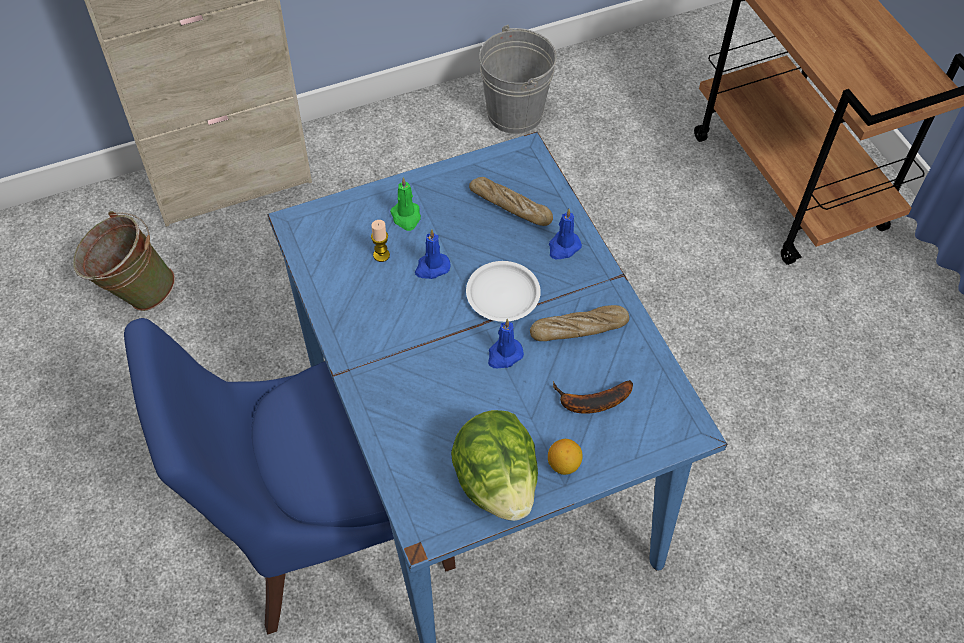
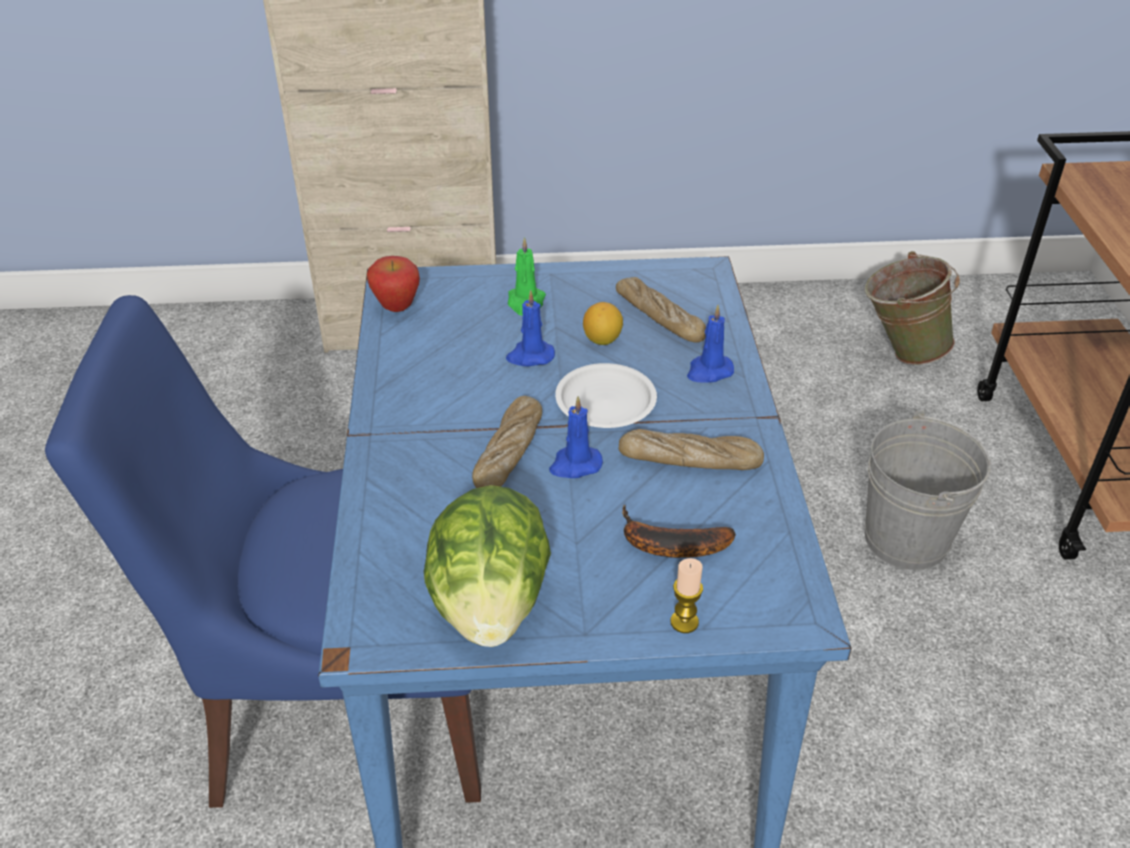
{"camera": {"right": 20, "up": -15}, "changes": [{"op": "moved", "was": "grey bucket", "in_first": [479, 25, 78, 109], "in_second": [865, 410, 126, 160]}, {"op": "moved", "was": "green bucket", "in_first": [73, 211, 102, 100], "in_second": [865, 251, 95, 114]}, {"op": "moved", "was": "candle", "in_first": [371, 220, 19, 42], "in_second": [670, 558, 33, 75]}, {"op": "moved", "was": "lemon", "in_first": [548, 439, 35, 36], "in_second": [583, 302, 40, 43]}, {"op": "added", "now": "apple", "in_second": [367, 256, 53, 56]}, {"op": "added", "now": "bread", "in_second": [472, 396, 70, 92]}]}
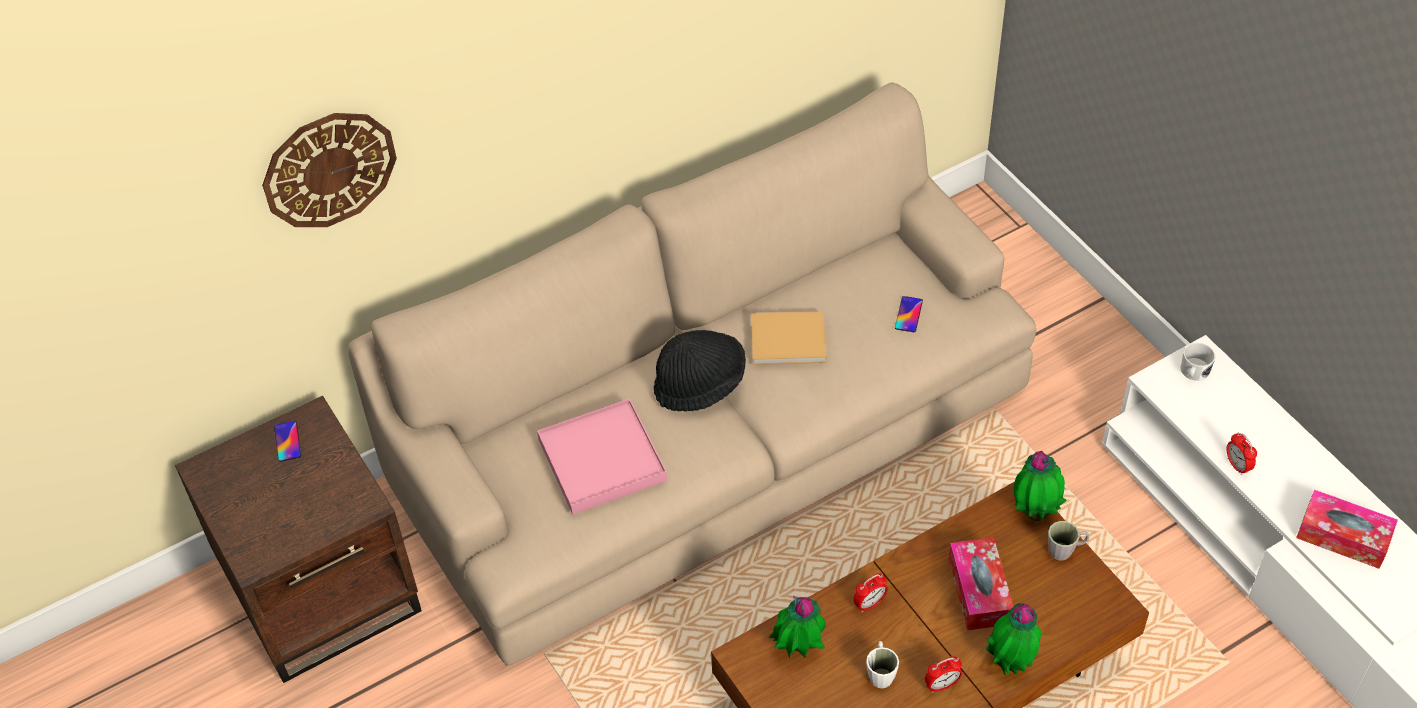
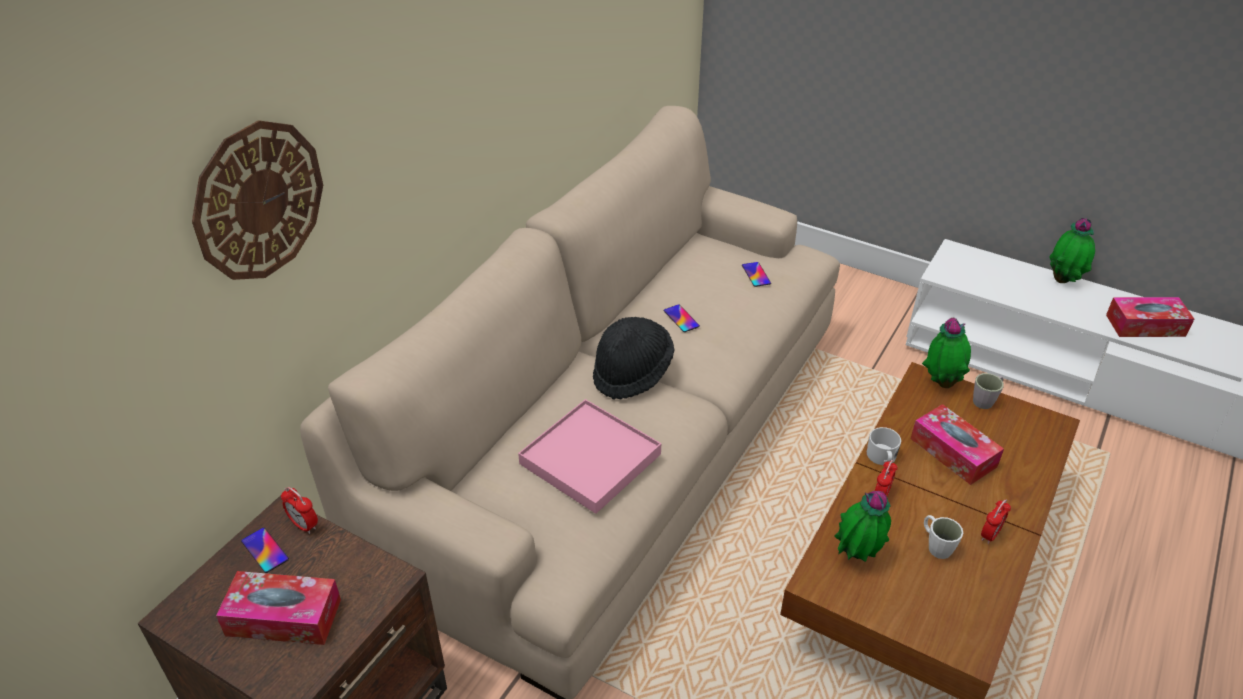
{"camera": {"right": -30, "up": -10}, "changes": [{"op": "replaced", "was": "beige book", "now": "phone", "in_first": [751, 311, 76, 54], "in_second": [664, 304, 36, 28]}, {"op": "moved", "was": "white mug", "in_first": [1180, 343, 35, 38], "in_second": [867, 427, 34, 38]}, {"op": "moved", "was": "alarm clock", "in_first": [1227, 433, 30, 42], "in_second": [281, 487, 37, 47]}, {"op": "moved", "was": "potted plant", "in_first": [986, 603, 55, 72], "in_second": [1049, 218, 46, 65]}, {"op": "added", "now": "tissue box", "in_second": [216, 571, 125, 74]}]}
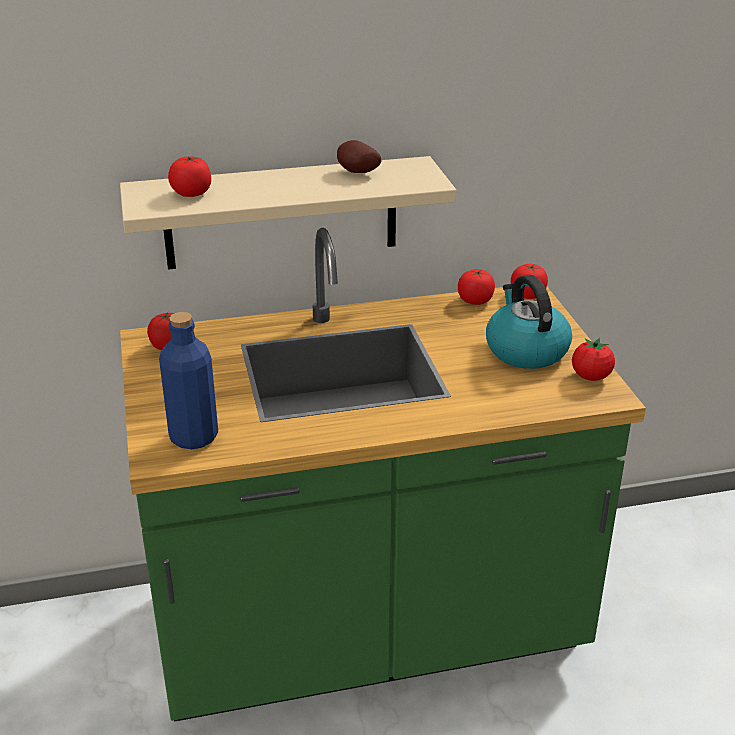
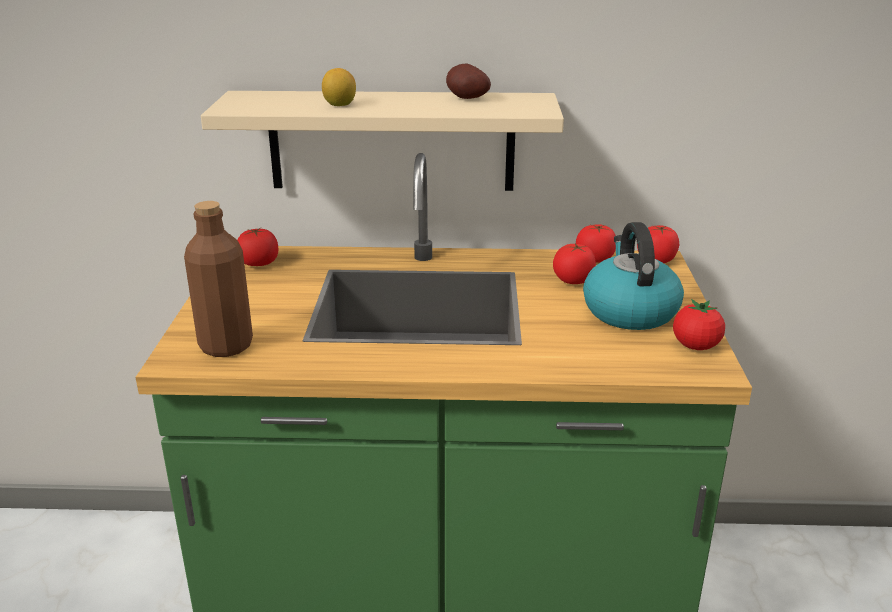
{"camera": {"right": 15, "up": -5}, "changes": [{"op": "moved", "was": "tomato", "in_first": [168, 156, 43, 41], "in_second": [553, 244, 43, 40]}, {"op": "recoloured", "was": "blue bottle", "now": "brown bottle", "in_first": [159, 312, 59, 137], "in_second": [184, 201, 69, 156]}, {"op": "added", "now": "lemon", "in_second": [322, 68, 34, 38]}]}
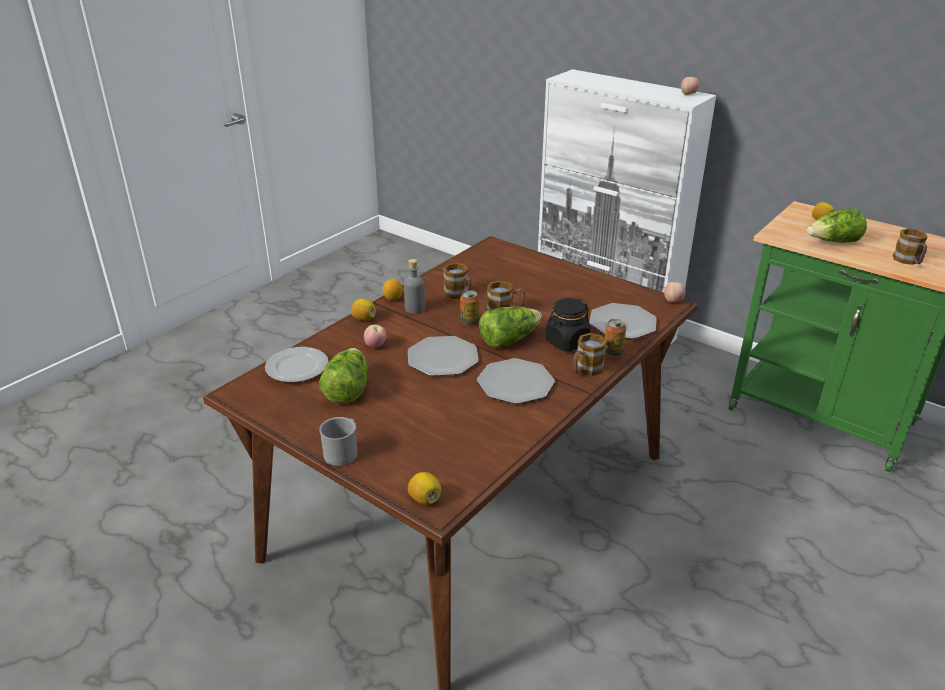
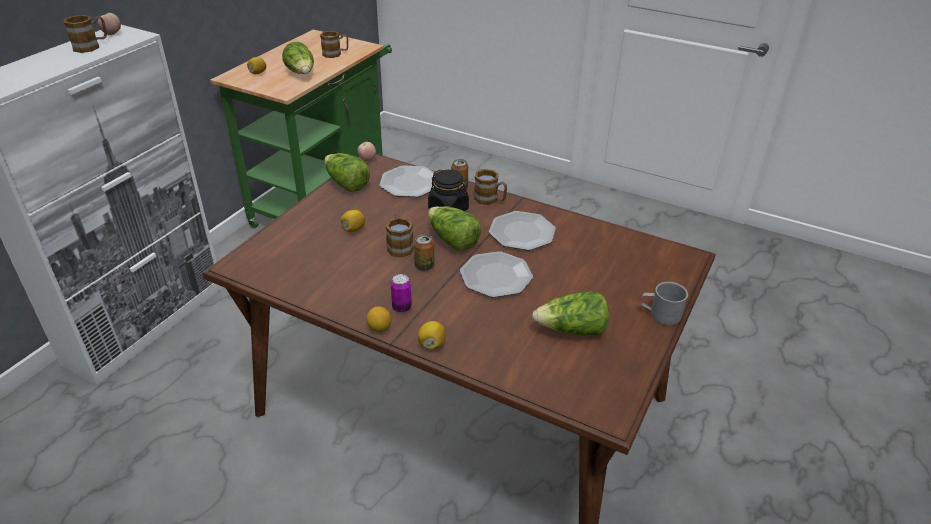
{"camera": {"right": -100, "up": 5}, "changes": [{"op": "replaced", "was": "grey bottle", "now": "can", "in_first": [404, 259, 21, 55], "in_second": [391, 274, 21, 39]}, {"op": "moved", "was": "mug", "in_first": [443, 263, 28, 36], "in_second": [64, 15, 43, 38]}, {"op": "removed", "was": "apple", "in_first": [364, 324, 23, 24]}, {"op": "removed", "was": "plate", "in_first": [265, 347, 64, 35]}, {"op": "moved", "was": "lemon", "in_first": [408, 472, 33, 33], "in_second": [341, 210, 24, 22]}, {"op": "added", "now": "lettuce", "in_second": [325, 153, 45, 39]}]}
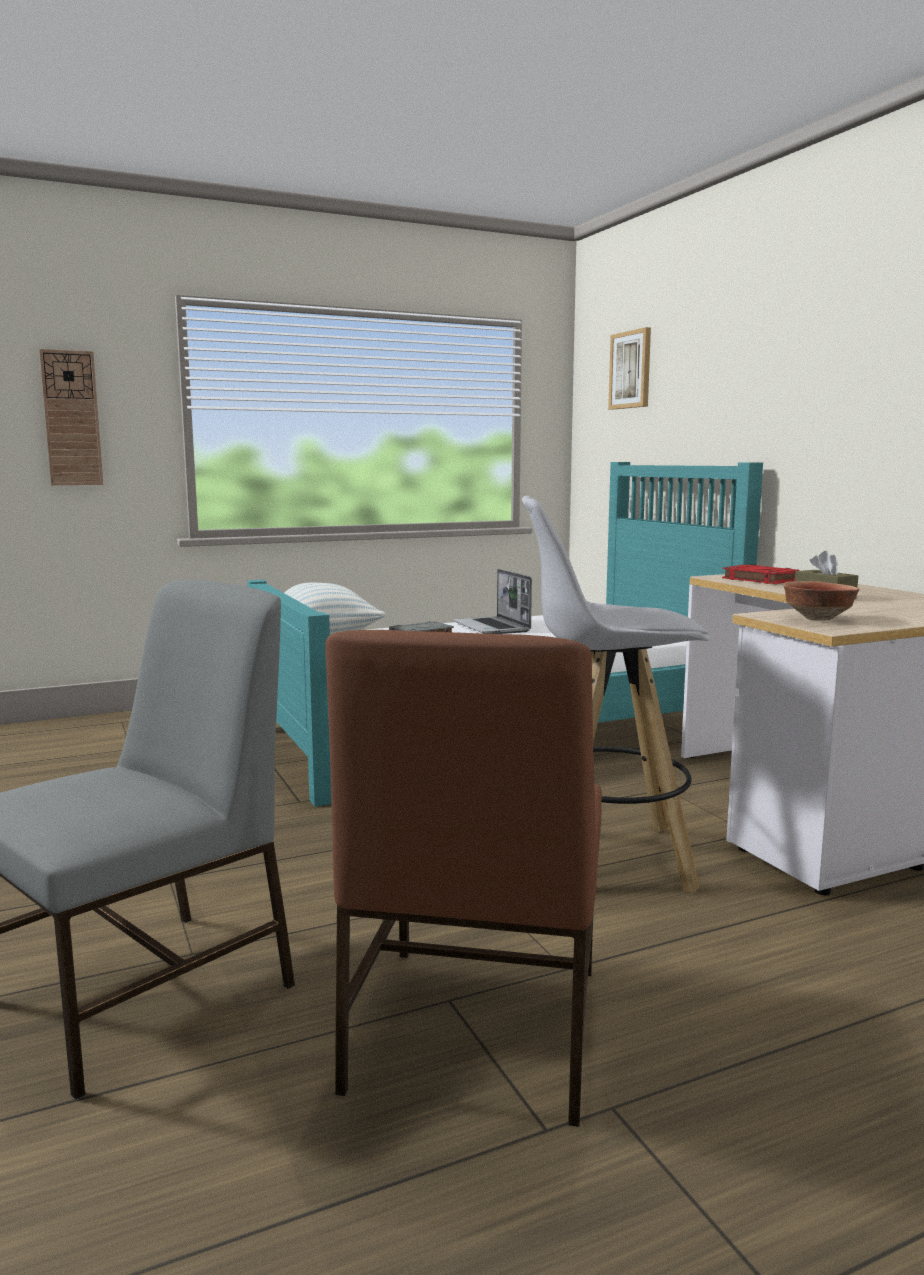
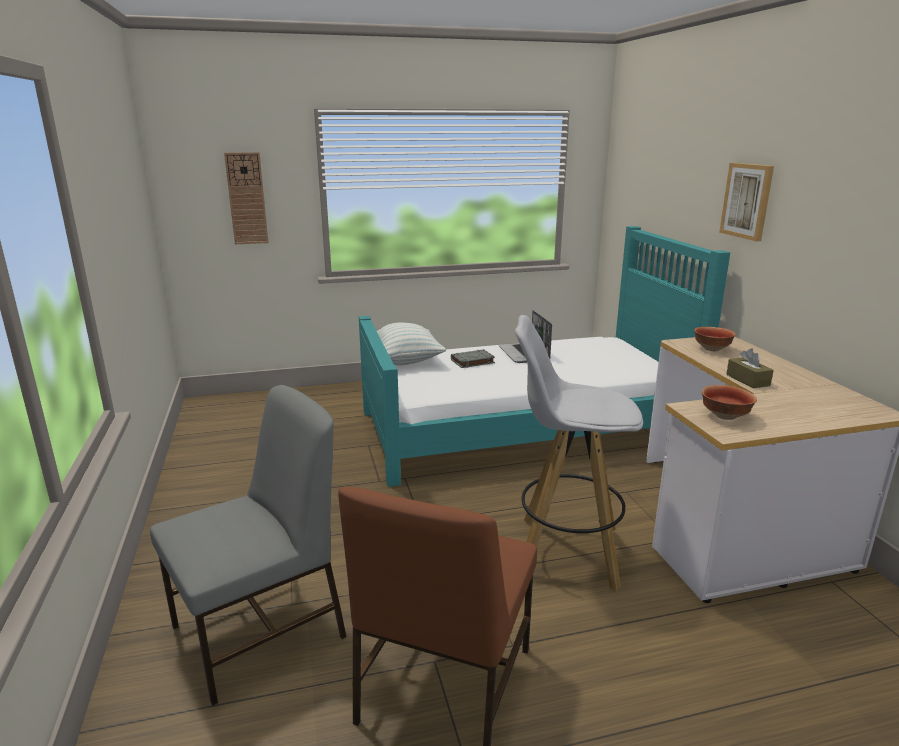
{"camera": {"right": 10, "up": 10}, "changes": [{"op": "moved", "was": "picture", "in_first": [608, 327, 43, 83], "in_second": [719, 163, 55, 78]}, {"op": "replaced", "was": "red book", "now": "bowl", "in_first": [722, 564, 78, 20], "in_second": [694, 327, 41, 24]}]}
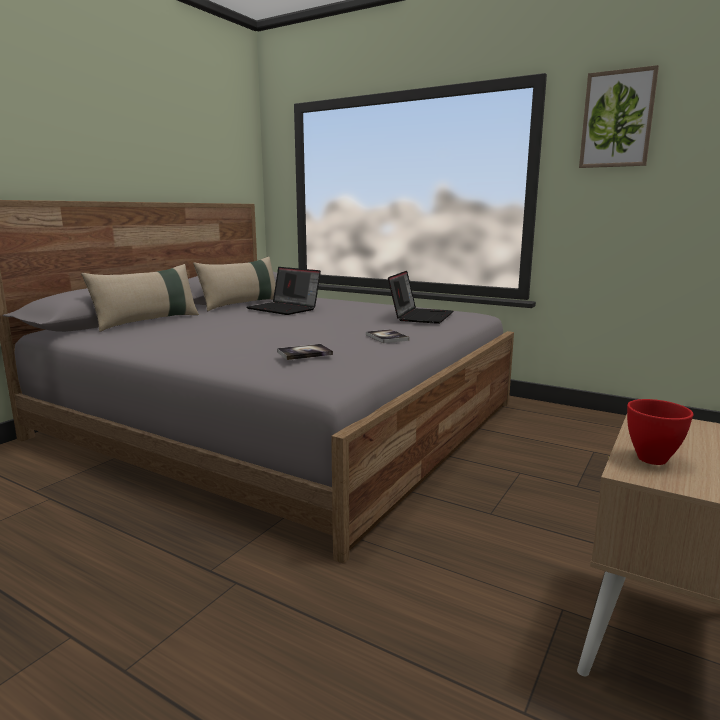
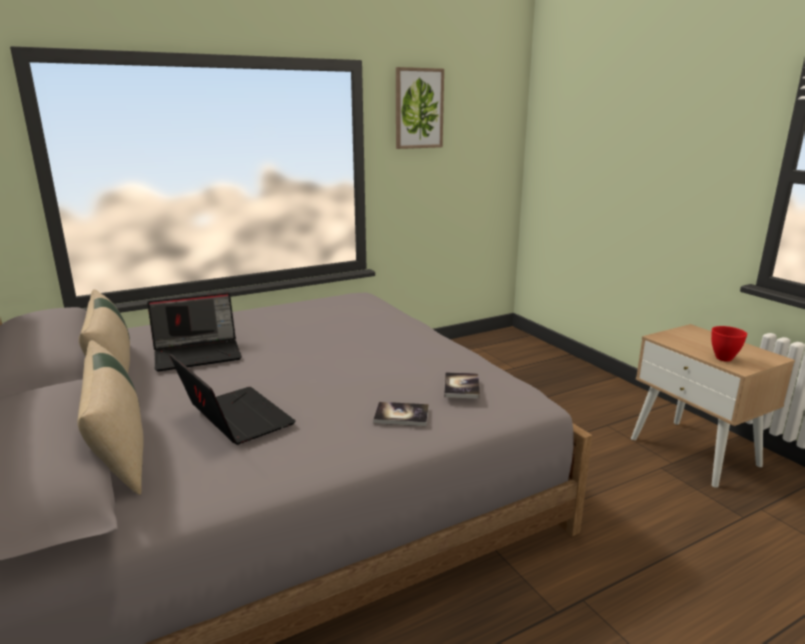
{"camera": {"right": -60, "up": 5}, "changes": [{"op": "moved", "was": "laptop", "in_first": [388, 271, 65, 53], "in_second": [169, 354, 127, 91]}, {"op": "moved", "was": "book", "in_first": [366, 329, 43, 14], "in_second": [373, 402, 56, 24]}]}
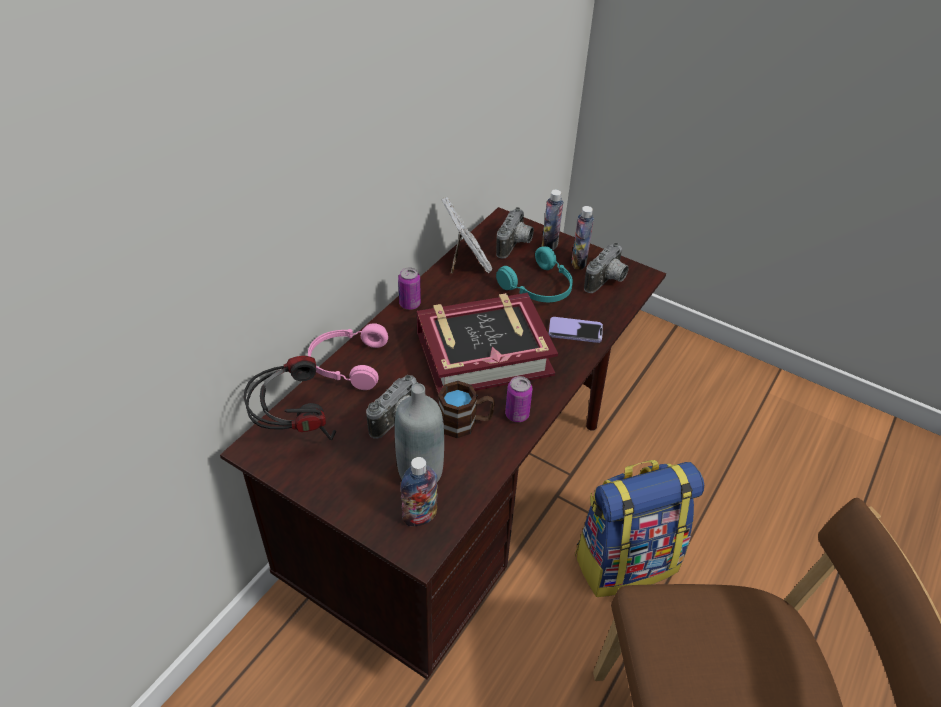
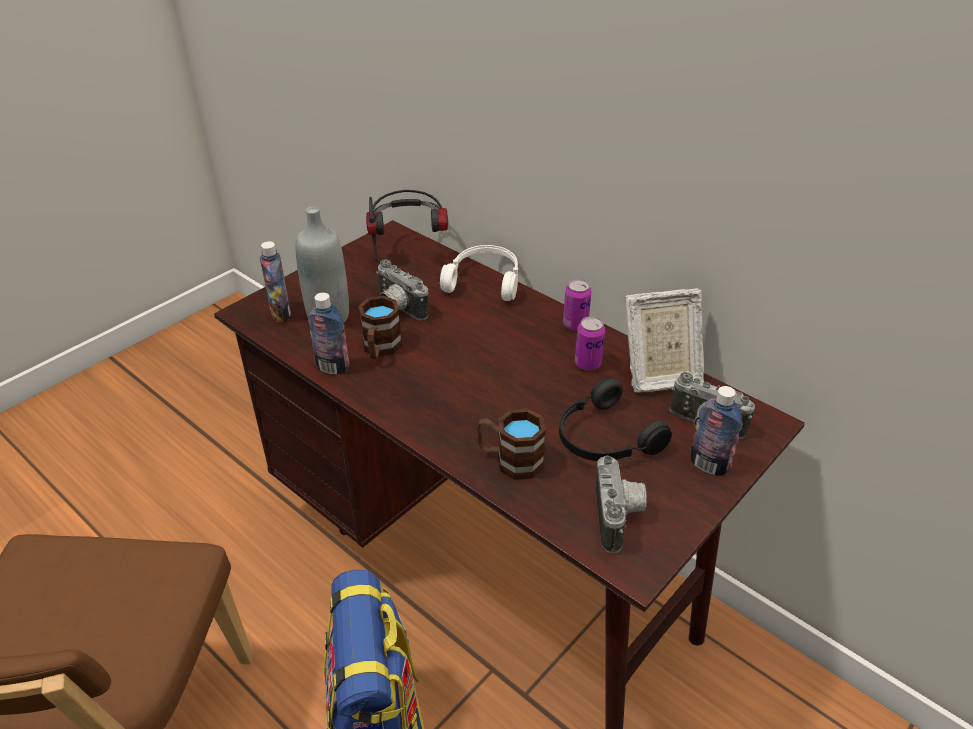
{"camera": {"right": 100, "up": -5}, "changes": [{"op": "moved", "was": "bottle", "in_first": [571, 206, 23, 64], "in_second": [308, 292, 42, 82]}, {"op": "turned", "was": "photo camera", "in_first": [584, 243, 44, 50], "in_second": [596, 456, 51, 97], "clockwise": -135}, {"op": "recoloured", "was": "turquoise headphones", "now": "black headphones", "in_first": [496, 246, 77, 56], "in_second": [559, 377, 113, 84]}, {"op": "removed", "was": "book", "in_first": [417, 293, 141, 101]}, {"op": "replaced", "was": "phone", "now": "brown mug", "in_first": [549, 317, 54, 26], "in_second": [477, 409, 69, 71]}, {"op": "recoloured", "was": "pink headphones", "now": "white headphones", "in_first": [308, 323, 80, 67], "in_second": [440, 245, 78, 56]}, {"op": "moved", "was": "can", "in_first": [505, 376, 28, 46], "in_second": [575, 316, 30, 54]}]}
